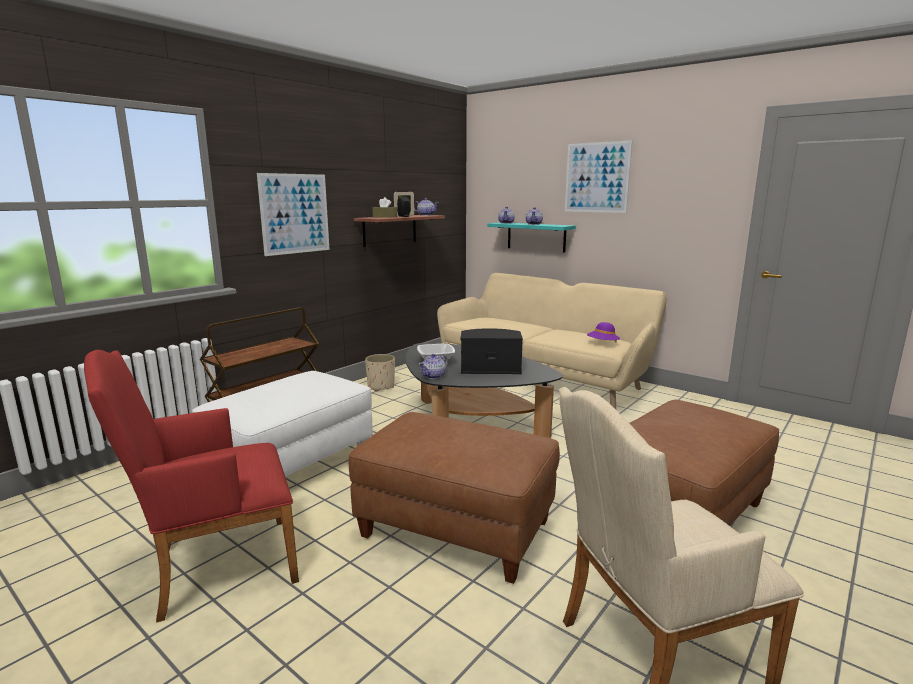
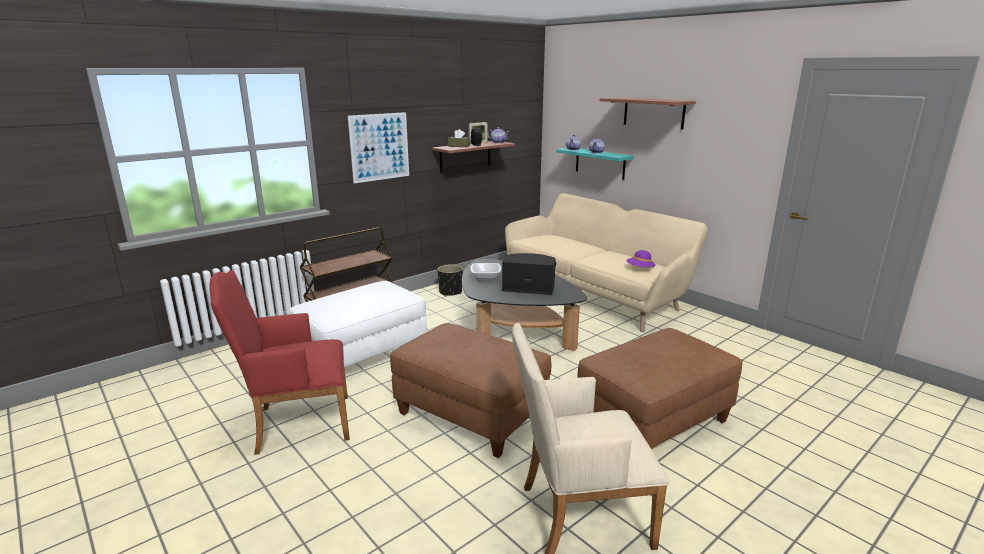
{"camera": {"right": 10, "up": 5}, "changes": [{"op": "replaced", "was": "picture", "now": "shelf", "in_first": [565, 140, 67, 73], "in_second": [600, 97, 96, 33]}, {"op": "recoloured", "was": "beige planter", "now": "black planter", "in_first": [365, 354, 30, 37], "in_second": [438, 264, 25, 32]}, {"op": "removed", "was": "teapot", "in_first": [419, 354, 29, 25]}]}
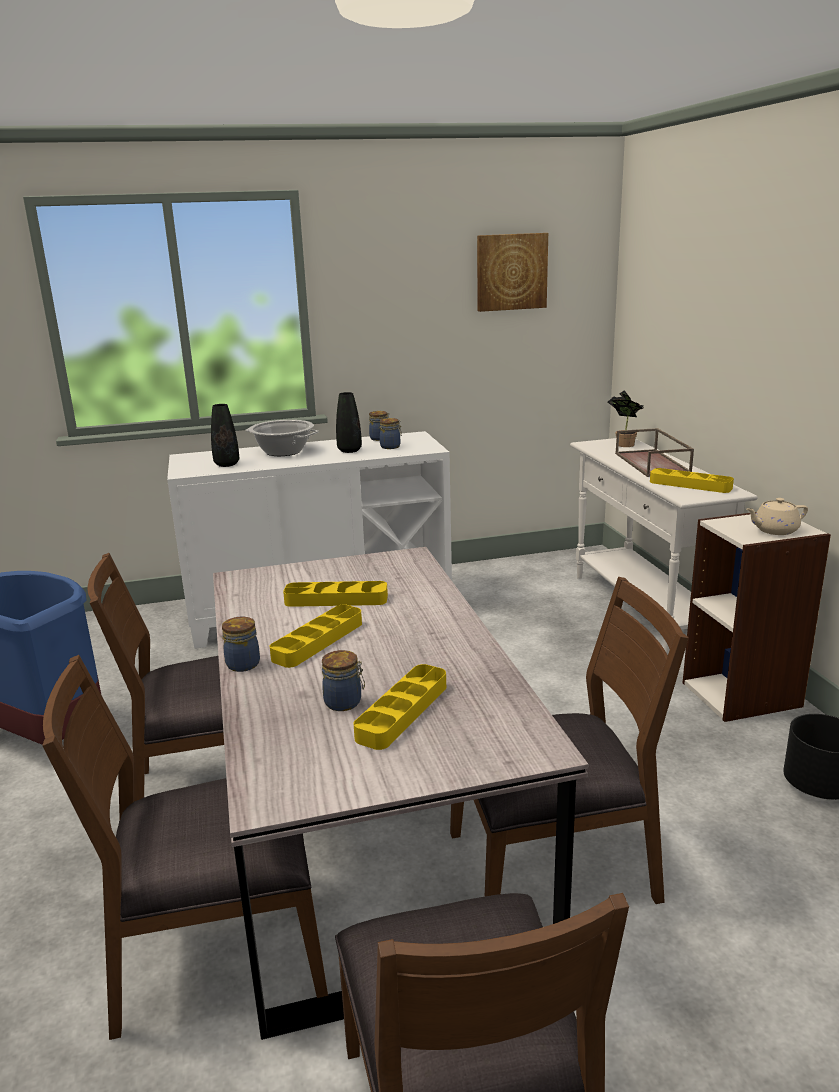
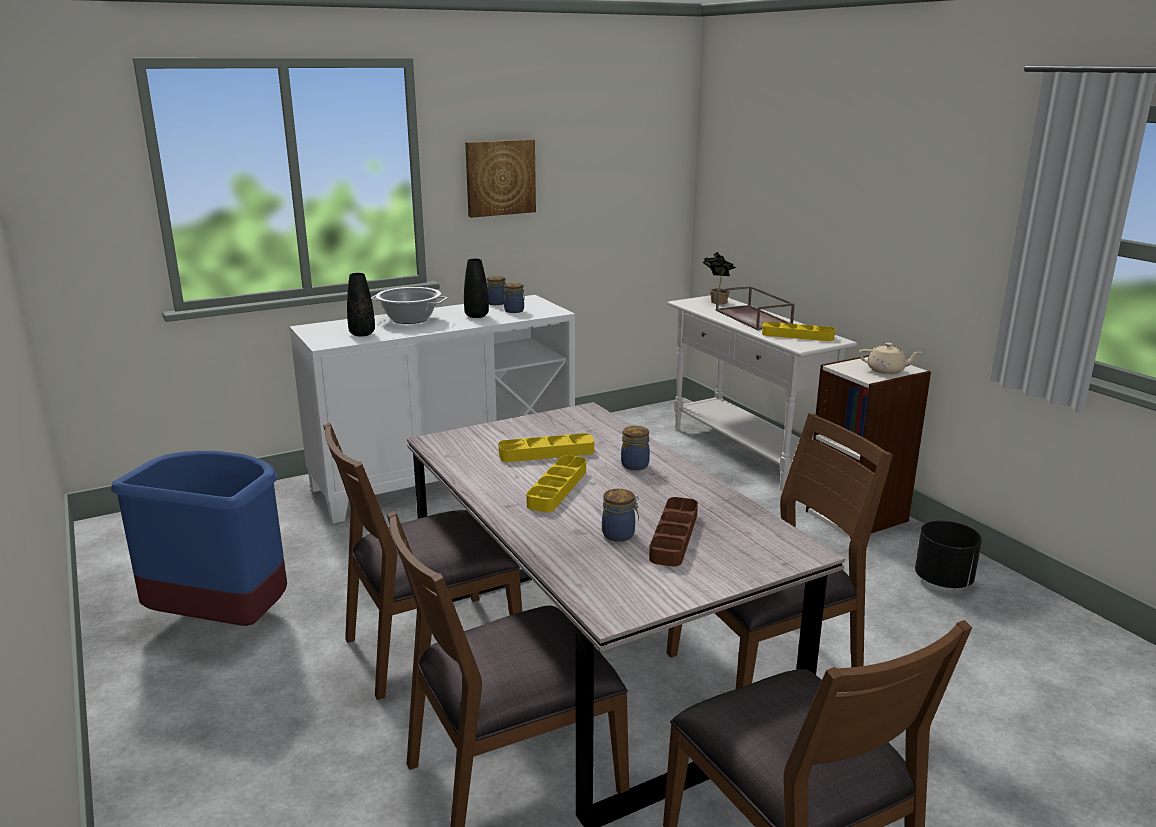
{"camera": {"right": -15, "up": 0}, "changes": [{"op": "moved", "was": "picture", "in_first": [477, 233, 71, 79], "in_second": [465, 139, 71, 79]}, {"op": "turned", "was": "beige teapot", "in_first": [746, 498, 62, 37], "in_second": [859, 343, 62, 31], "clockwise": -135}, {"op": "moved", "was": "jar", "in_first": [222, 617, 38, 55], "in_second": [621, 426, 29, 44]}, {"op": "recoloured", "was": "yellow tray", "now": "brown tray", "in_first": [353, 664, 93, 86], "in_second": [649, 497, 49, 70]}]}
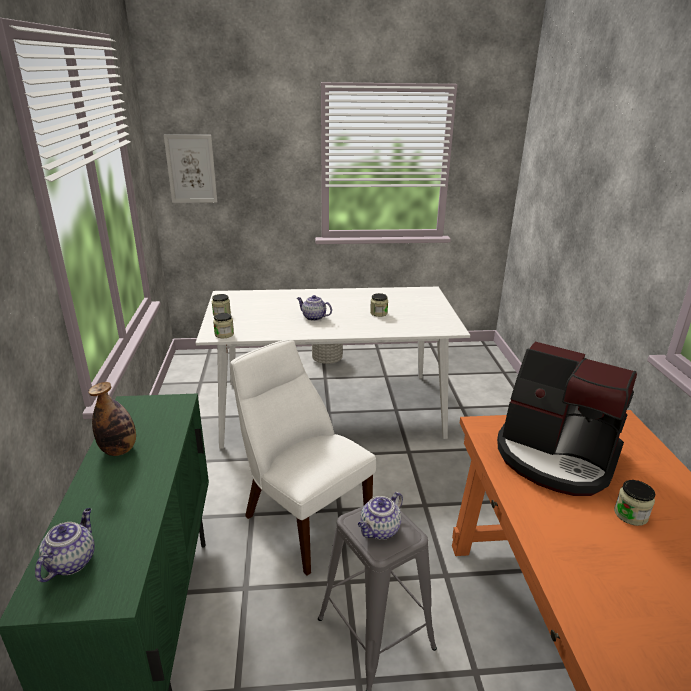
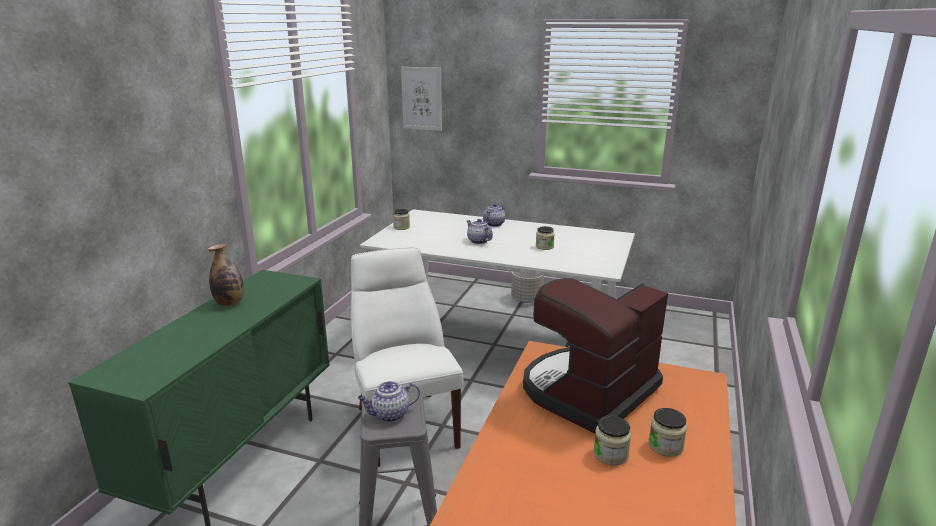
{"camera": {"right": 25, "up": -5}, "changes": [{"op": "moved", "was": "jar", "in_first": [213, 313, 21, 25], "in_second": [648, 408, 39, 49]}, {"op": "turned", "was": "coffee machine", "in_first": [497, 342, 140, 154], "in_second": [523, 278, 145, 155], "clockwise": 75}, {"op": "moved", "was": "teapot", "in_first": [35, 508, 59, 74], "in_second": [483, 203, 23, 24]}]}
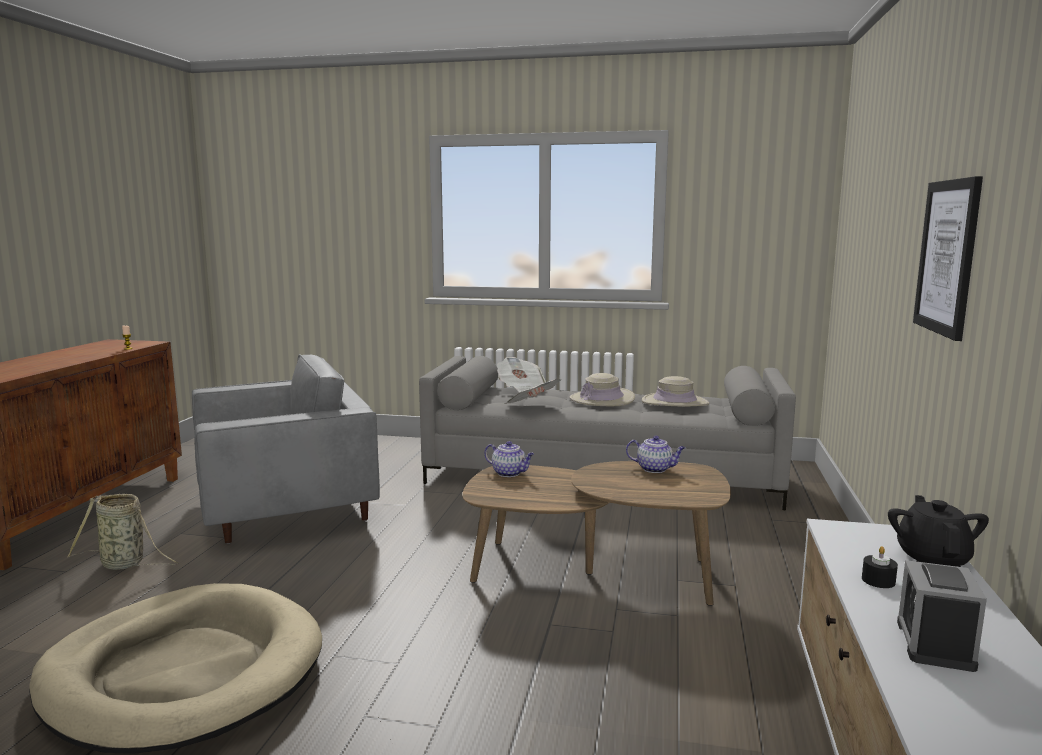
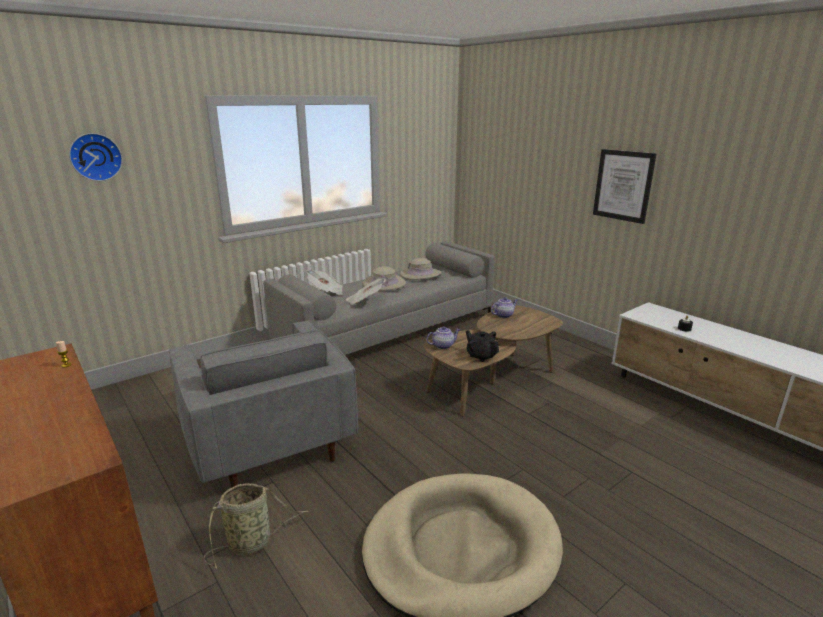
{"camera": {"right": -50, "up": 10}, "changes": [{"op": "turned", "was": "grey armchair", "in_first": [192, 354, 188, 190], "in_second": [169, 320, 189, 168], "clockwise": 135}, {"op": "moved", "was": "black teapot", "in_first": [888, 495, 101, 72], "in_second": [466, 330, 33, 32]}, {"op": "removed", "was": "alarm clock", "in_first": [897, 560, 90, 112]}, {"op": "added", "now": "wall clock", "in_second": [69, 133, 54, 48]}]}
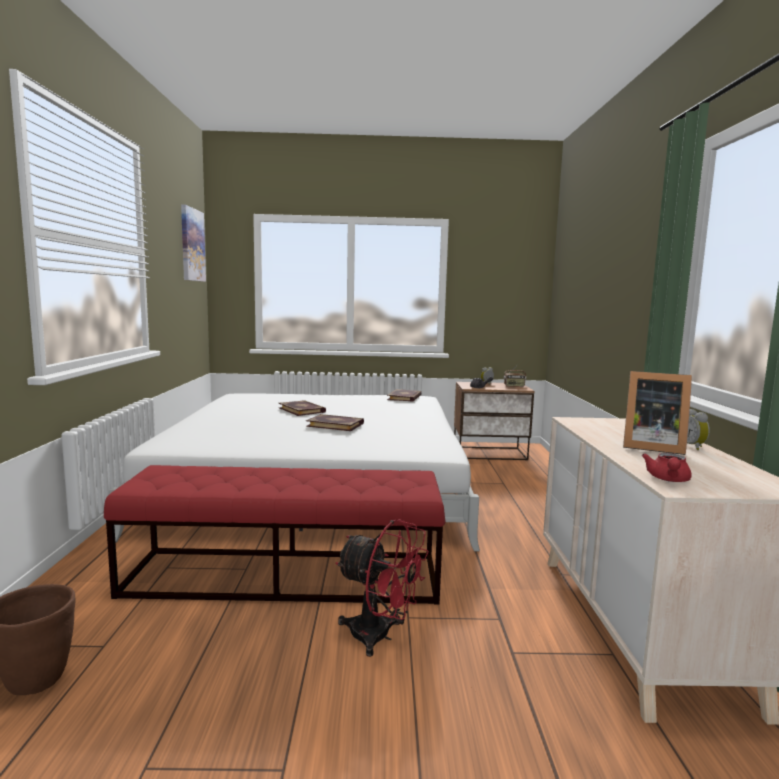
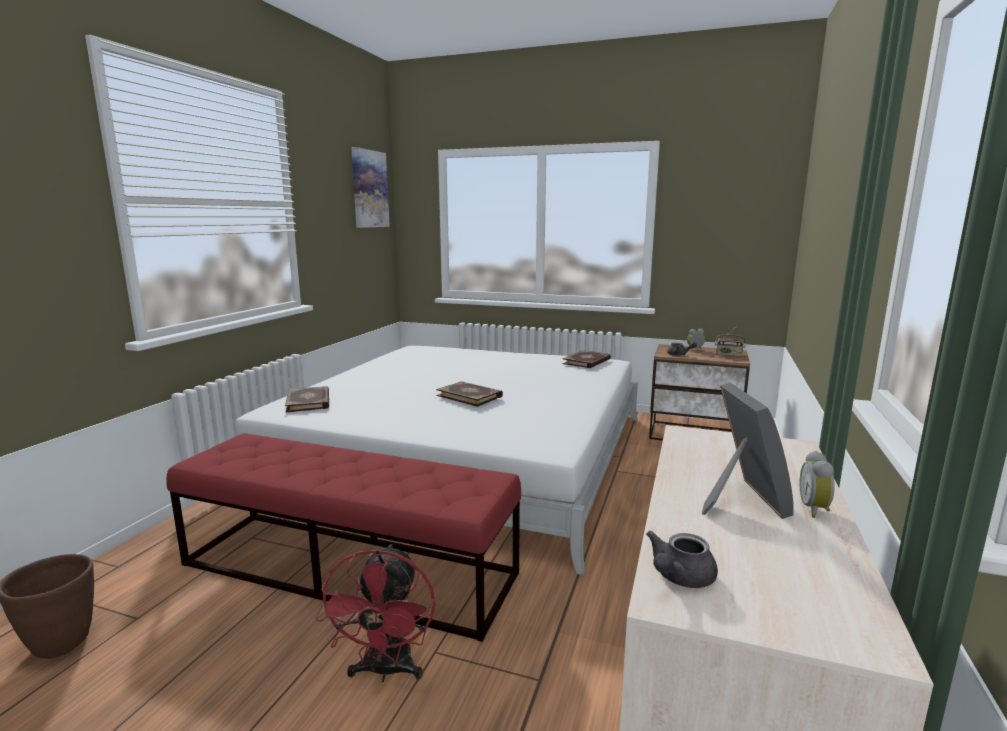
{"camera": {"right": 20, "up": 5}, "changes": [{"op": "turned", "was": "picture frame", "in_first": [623, 371, 69, 84], "in_second": [702, 382, 92, 137], "clockwise": -135}, {"op": "moved", "was": "book", "in_first": [278, 400, 48, 16], "in_second": [285, 386, 44, 27]}, {"op": "recoloured", "was": "red teapot", "now": "grey teapot", "in_first": [642, 453, 50, 29], "in_second": [646, 531, 72, 57]}, {"op": "turned", "was": "red fan", "in_first": [336, 519, 93, 138], "in_second": [315, 544, 120, 138], "clockwise": 45}]}
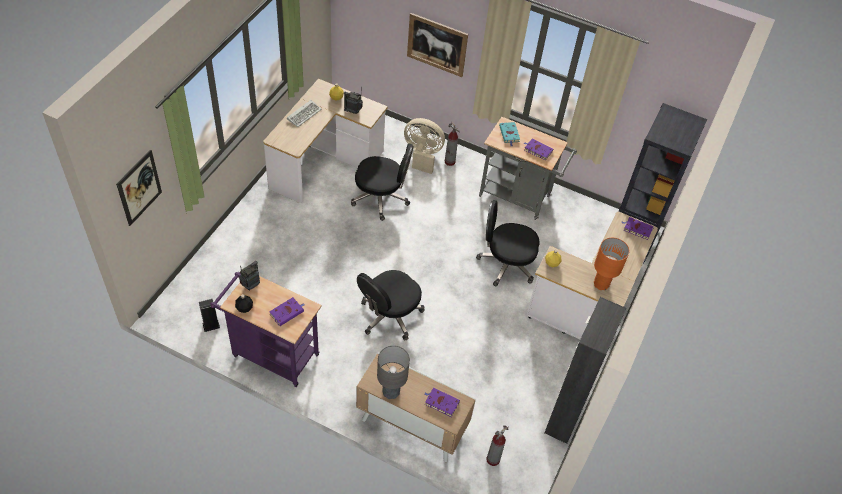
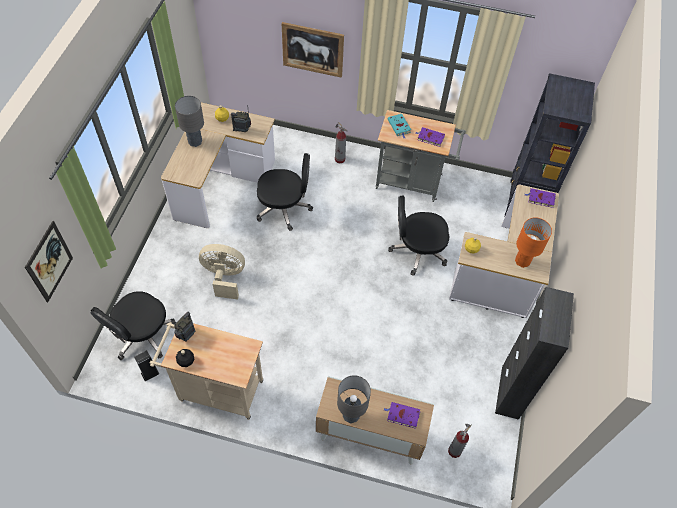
{"camera": {"right": -10, "up": 5}, "changes": [{"op": "replaced", "was": "keyboard", "now": "grey table lamp", "in_first": [287, 100, 35, 27], "in_second": [175, 96, 29, 51]}, {"op": "moved", "was": "beige fan", "in_first": [404, 118, 41, 56], "in_second": [199, 244, 46, 56]}, {"op": "moved", "was": "black office chair", "in_first": [357, 270, 68, 71], "in_second": [90, 291, 86, 69]}, {"op": "recoloured", "was": "purple cart", "now": "beige cart", "in_first": [211, 272, 111, 115], "in_second": [150, 322, 113, 98]}, {"op": "removed", "was": "purple book", "in_first": [269, 297, 35, 29]}]}
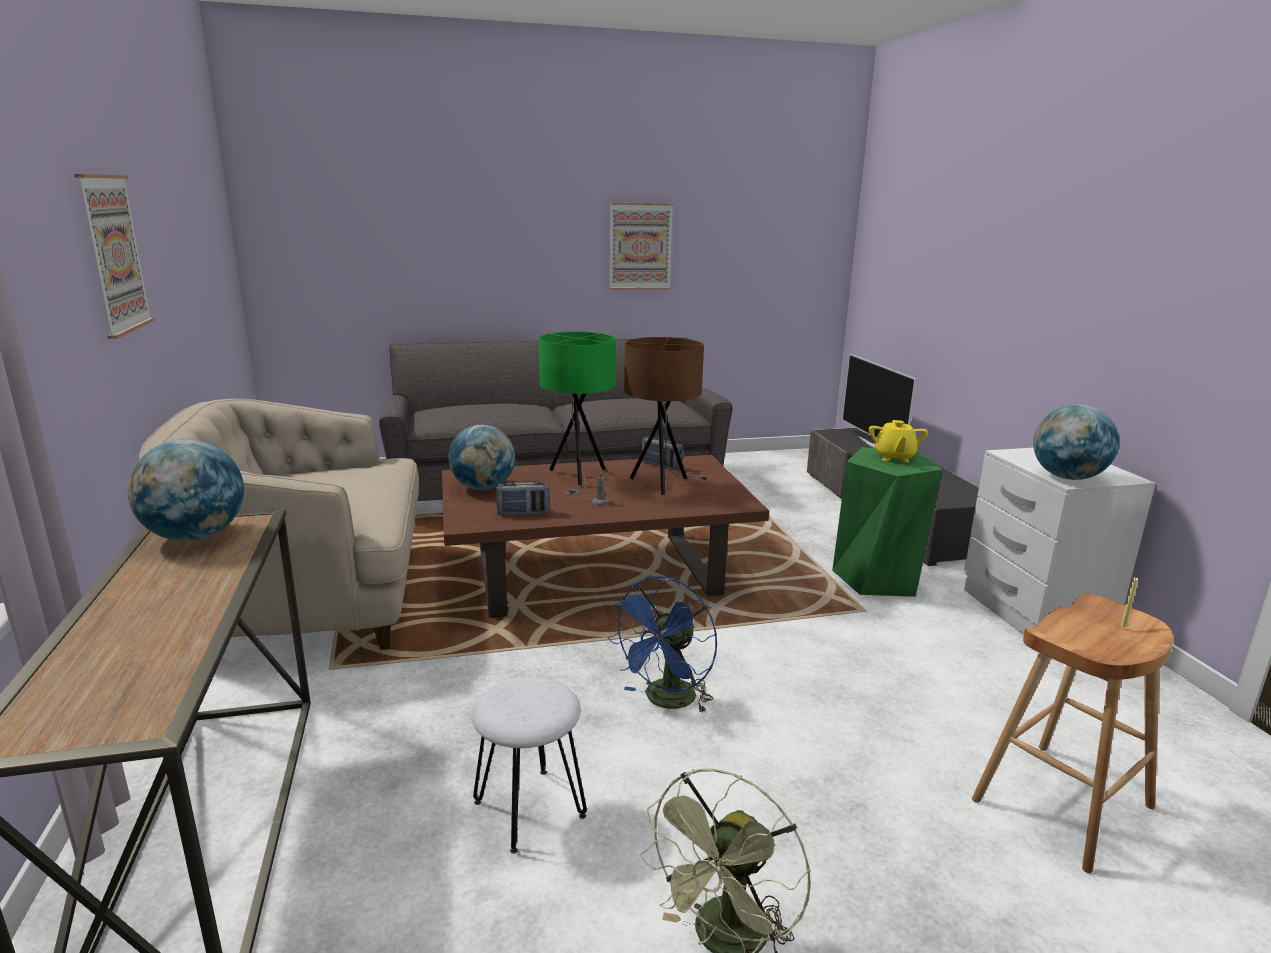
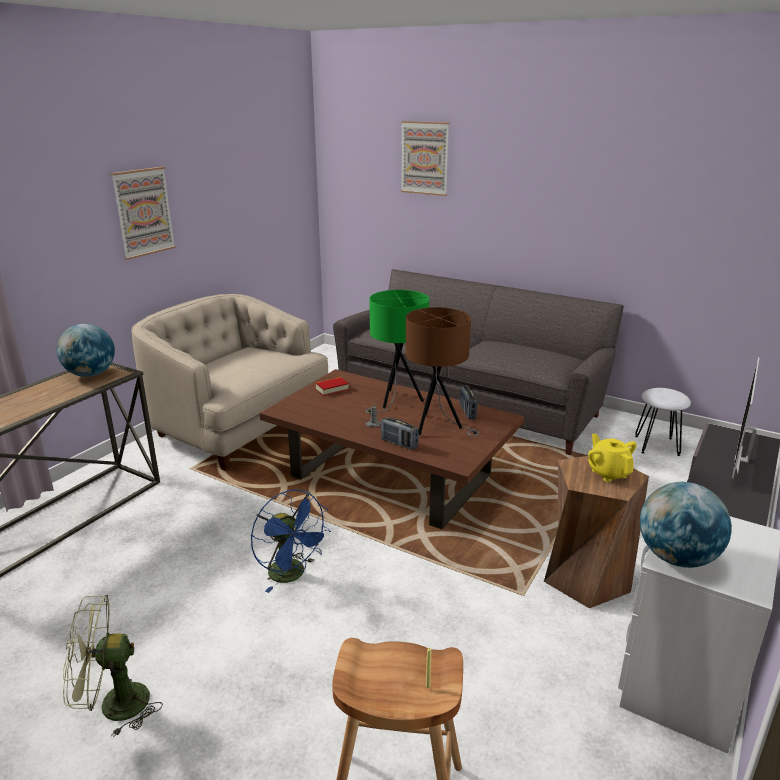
{"camera": {"right": 45, "up": 5}, "changes": [{"op": "moved", "was": "picture", "in_first": [609, 203, 64, 87], "in_second": [401, 121, 48, 75]}, {"op": "turned", "was": "yellow teapot", "in_first": [869, 420, 59, 42], "in_second": [588, 434, 49, 48], "clockwise": 105}, {"op": "replaced", "was": "globe", "now": "book", "in_first": [448, 425, 67, 65], "in_second": [315, 377, 34, 19]}, {"op": "recoloured", "was": "green stool", "now": "brown stool", "in_first": [832, 447, 111, 150], "in_second": [544, 456, 105, 152]}, {"op": "moved", "was": "radio", "in_first": [496, 480, 54, 35], "in_second": [381, 417, 38, 33]}, {"op": "turned", "was": "blue fan", "in_first": [607, 576, 110, 138], "in_second": [251, 489, 80, 104], "clockwise": -120}, {"op": "moved", "was": "white stool", "in_first": [472, 676, 115, 178], "in_second": [635, 388, 56, 68]}]}
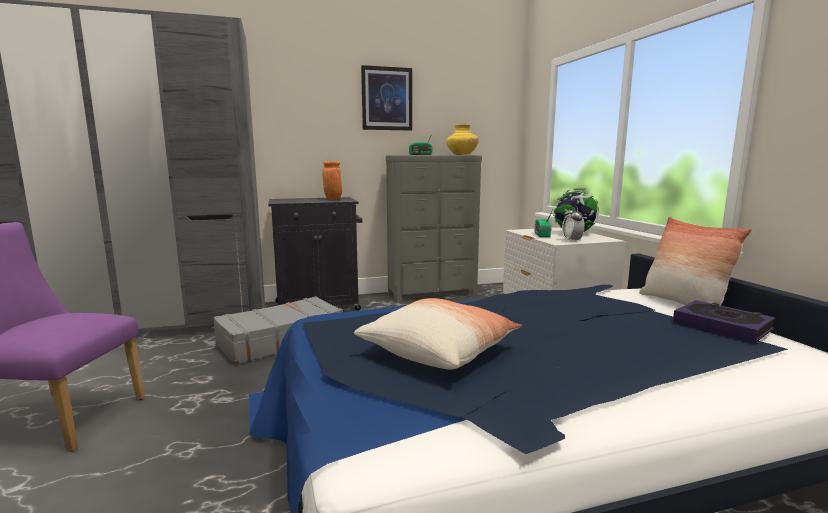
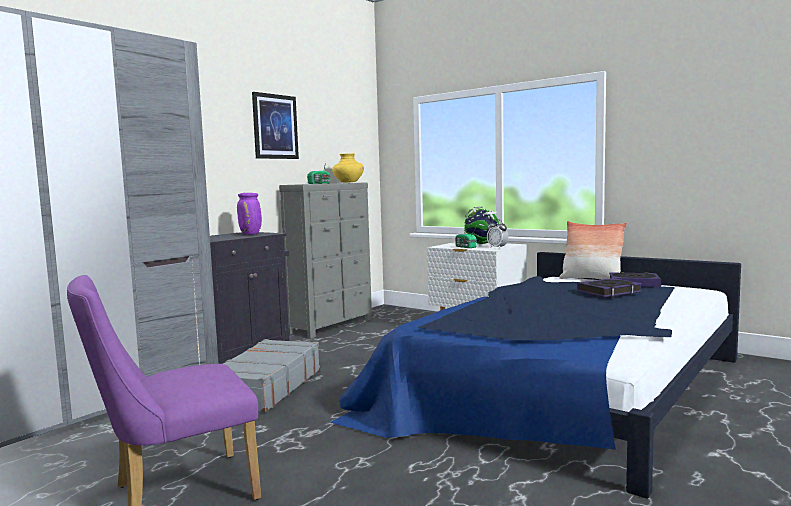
{"camera": {"right": -35, "up": -5}, "changes": [{"op": "recoloured", "was": "orange vase", "now": "purple vase", "in_first": [322, 161, 20, 39], "in_second": [237, 193, 25, 41]}, {"op": "removed", "was": "pillow", "in_first": [354, 298, 168, 71]}, {"op": "added", "now": "book", "in_second": [577, 278, 65, 19]}]}
